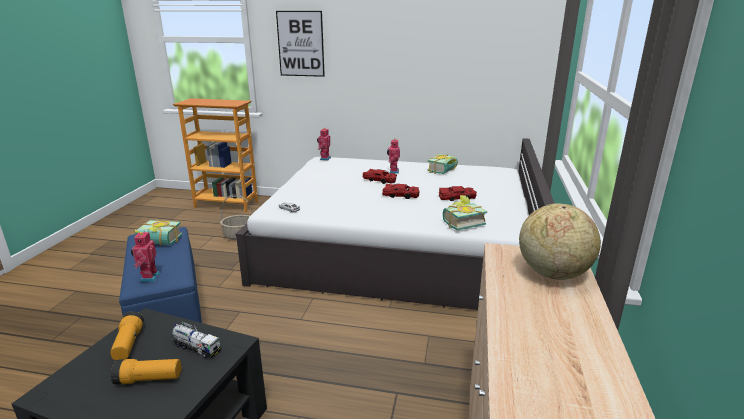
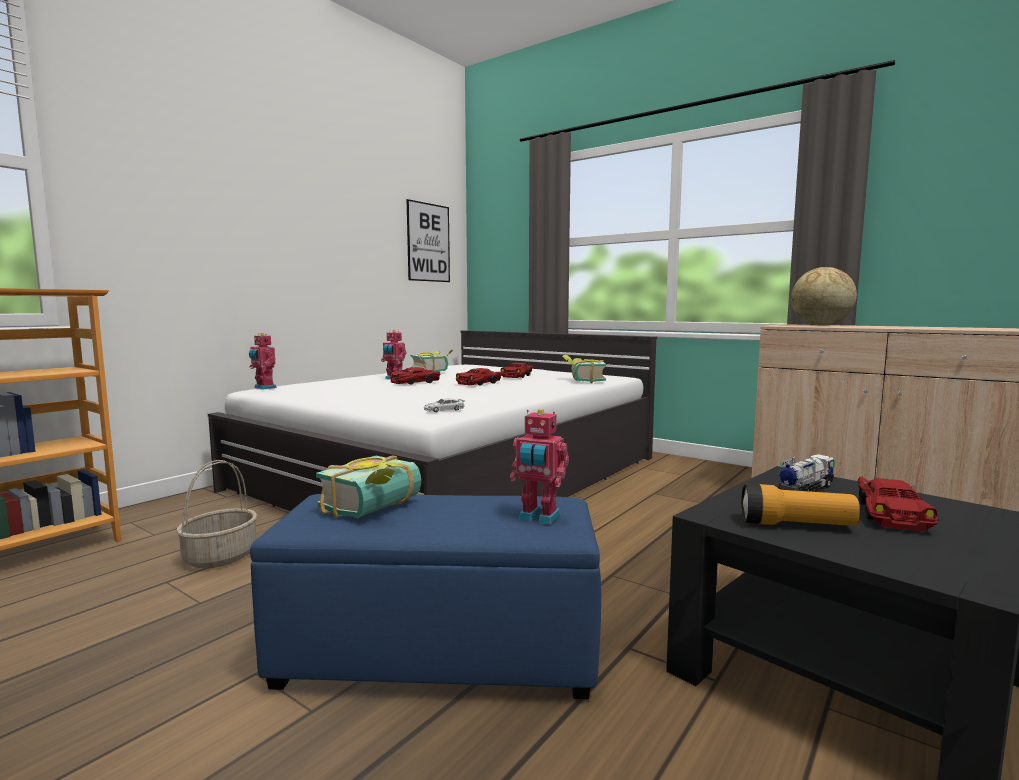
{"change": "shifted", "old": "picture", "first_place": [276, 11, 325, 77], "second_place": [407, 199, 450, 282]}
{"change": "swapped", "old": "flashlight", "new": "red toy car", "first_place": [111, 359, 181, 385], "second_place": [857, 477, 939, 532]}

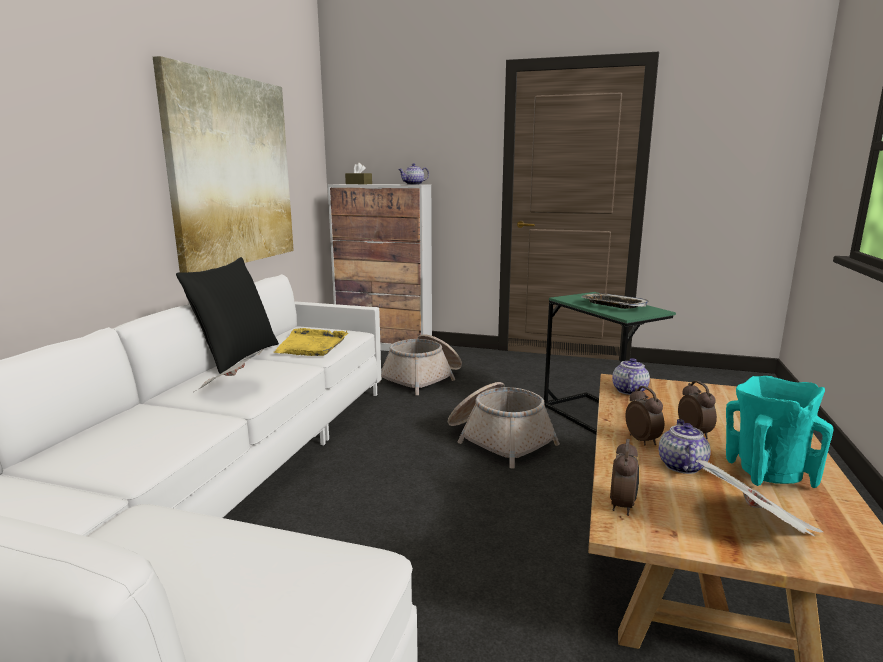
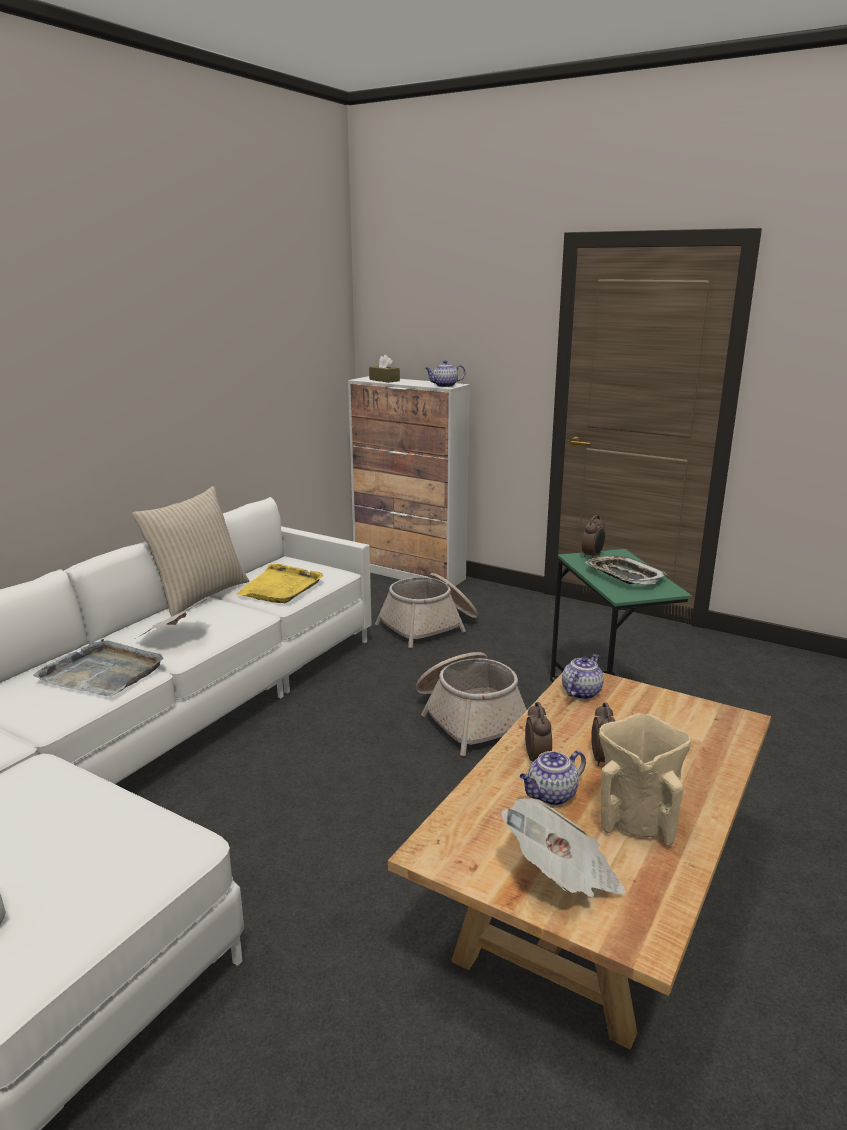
{"change": "new", "new": "grey tray", "second_place": [33, 639, 163, 696]}
{"change": "repainted", "old": "black pillow", "new": "beige pillow", "first_place": [176, 257, 279, 374], "second_place": [132, 486, 249, 617]}
{"change": "rotated", "old": "teapot", "first_place": [659, 419, 711, 474], "second_place": [520, 750, 586, 806], "degrees": -150}
{"change": "shifted", "old": "alarm clock", "first_place": [610, 439, 639, 516], "second_place": [582, 515, 605, 559]}
{"change": "repainted", "old": "turquoise vase", "new": "beige vase", "first_place": [726, 376, 834, 488], "second_place": [599, 713, 691, 846]}
{"change": "gone", "old": "picture", "first_place": [153, 56, 294, 273]}

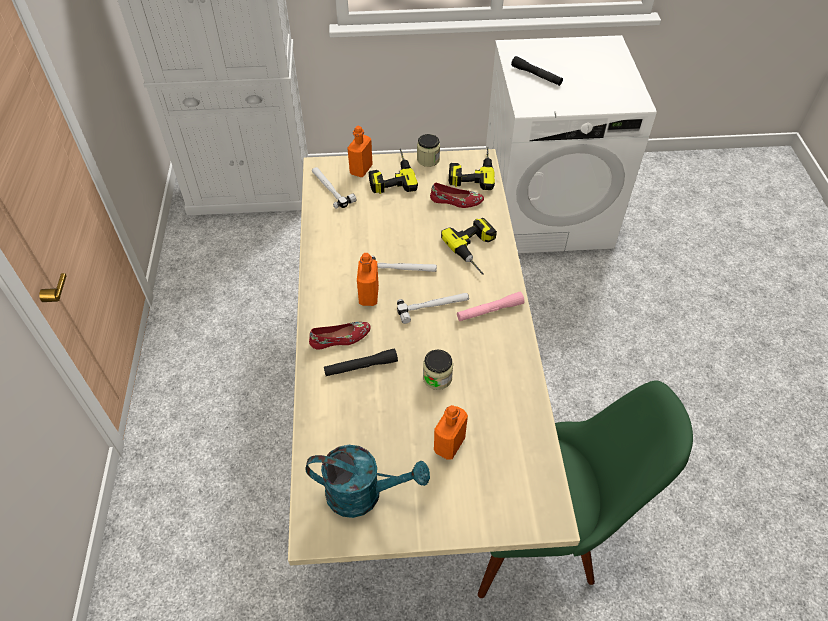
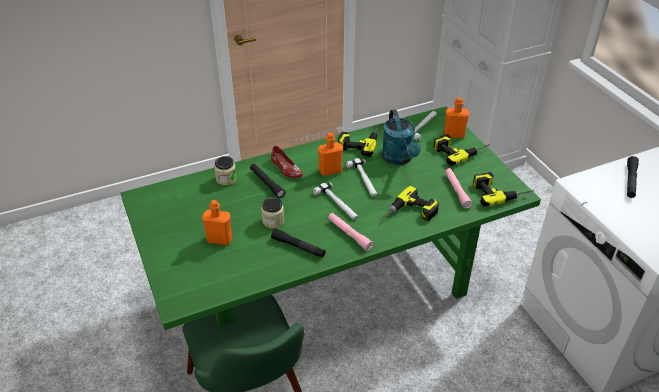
{"change": "repainted", "old": "beige dining table", "new": "green dining table", "first_place": [288, 149, 580, 566], "second_place": [120, 106, 541, 330]}
{"change": "shifted", "old": "jar", "first_place": [417, 134, 440, 167], "second_place": [214, 156, 237, 185]}
{"change": "new", "new": "black flashlight", "second_place": [271, 228, 326, 258]}
{"change": "new", "new": "power drill", "second_place": [337, 125, 379, 157]}
{"change": "shifted", "old": "turquoise watering can", "first_place": [305, 445, 430, 518], "second_place": [382, 109, 421, 165]}
{"change": "swapped", "old": "red shoe", "new": "pink flashlight", "first_place": [430, 183, 484, 208], "second_place": [445, 168, 472, 209]}

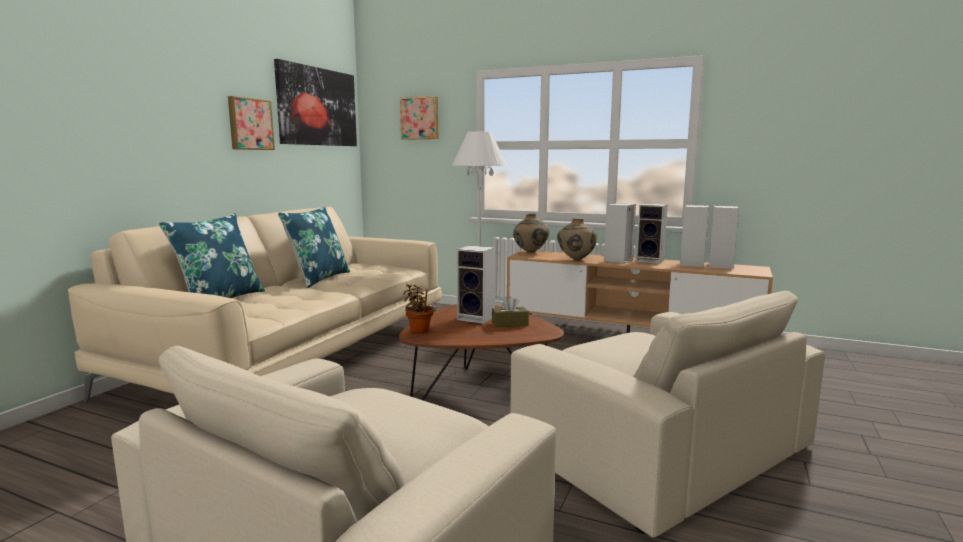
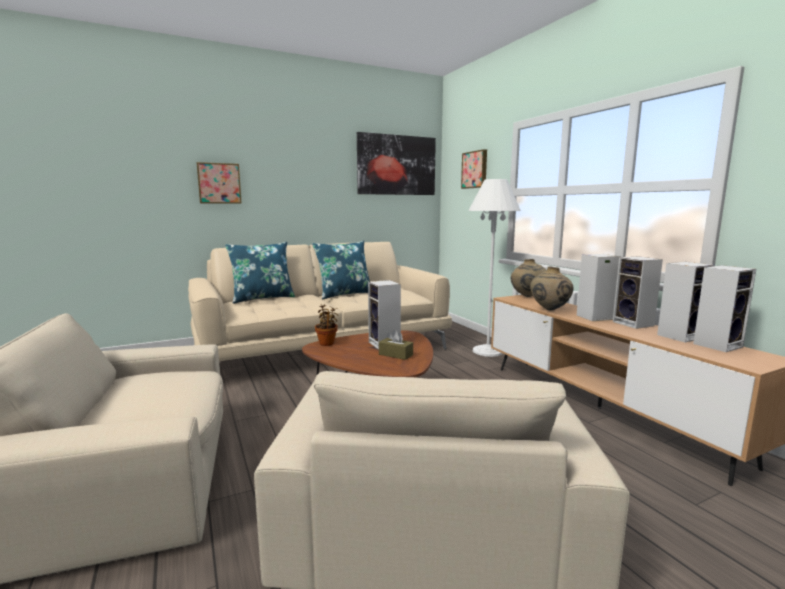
{"change": "shifted", "old": "picture", "first_place": [228, 96, 275, 150], "second_place": [197, 162, 242, 204]}

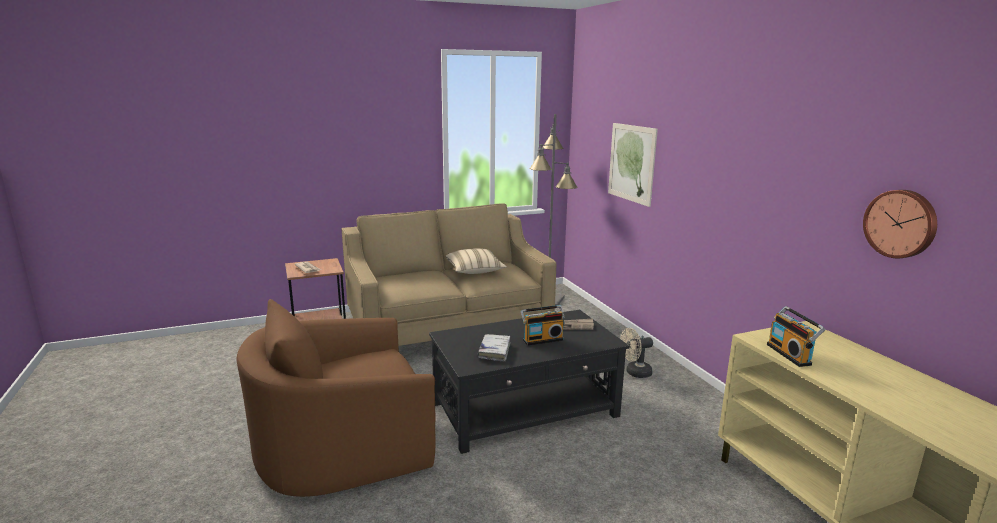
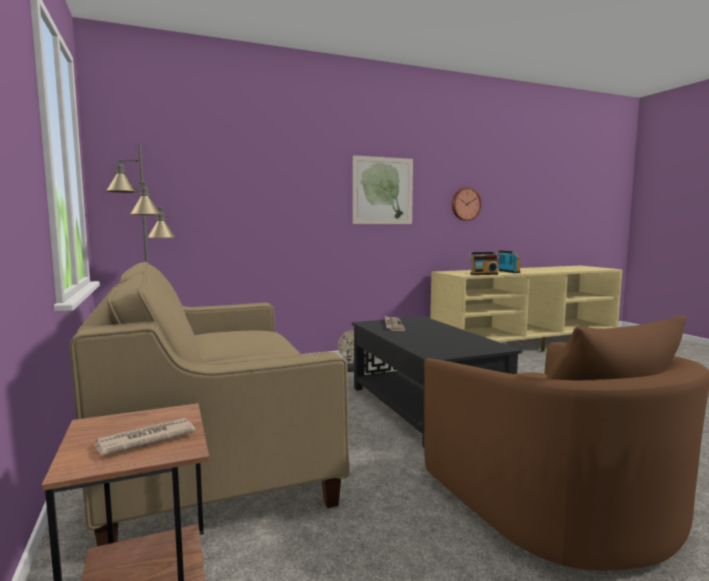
{"change": "shifted", "old": "picture", "first_place": [608, 123, 658, 207], "second_place": [353, 155, 413, 224]}
{"change": "shifted", "old": "radio", "first_place": [521, 305, 565, 346], "second_place": [497, 250, 521, 273]}
{"change": "gone", "old": "beige pillow", "first_place": [445, 248, 507, 274]}
{"change": "gone", "old": "white book", "first_place": [478, 334, 510, 362]}

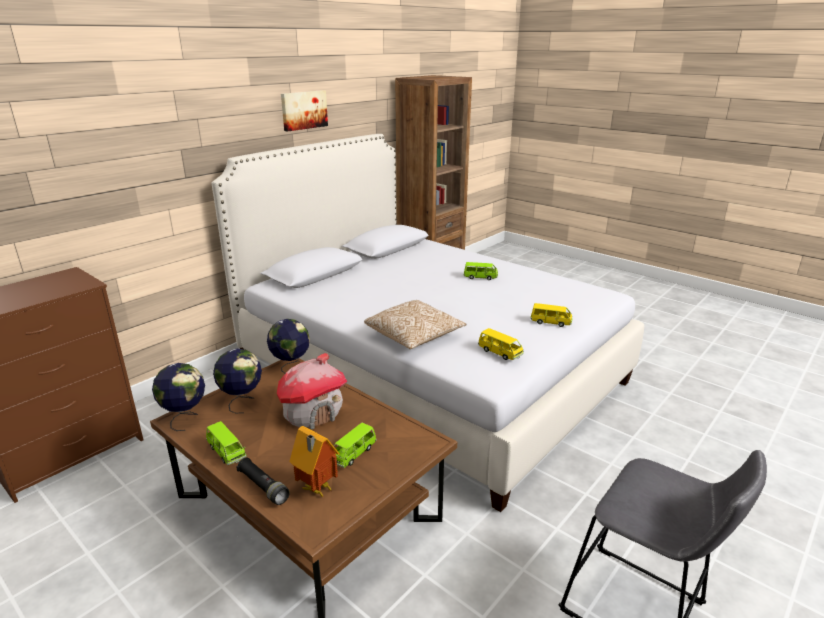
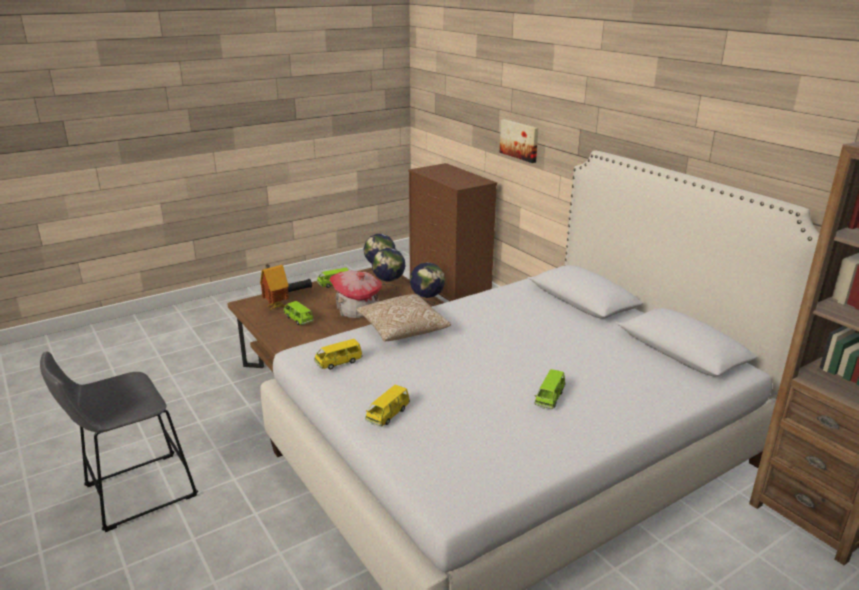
{"change": "shifted", "old": "picture", "first_place": [281, 90, 328, 132], "second_place": [500, 119, 539, 163]}

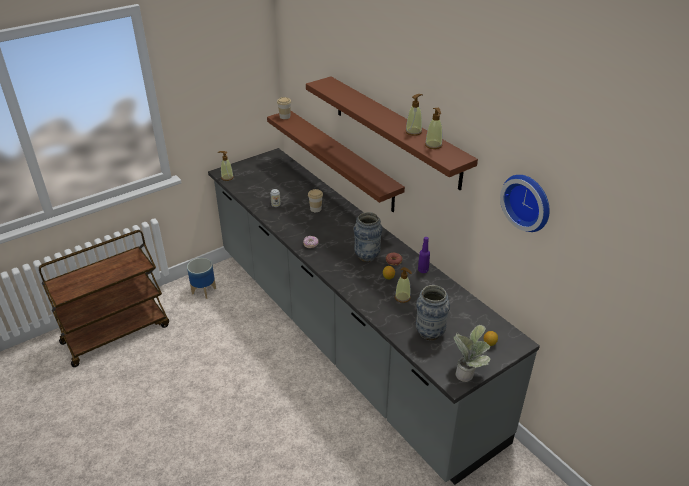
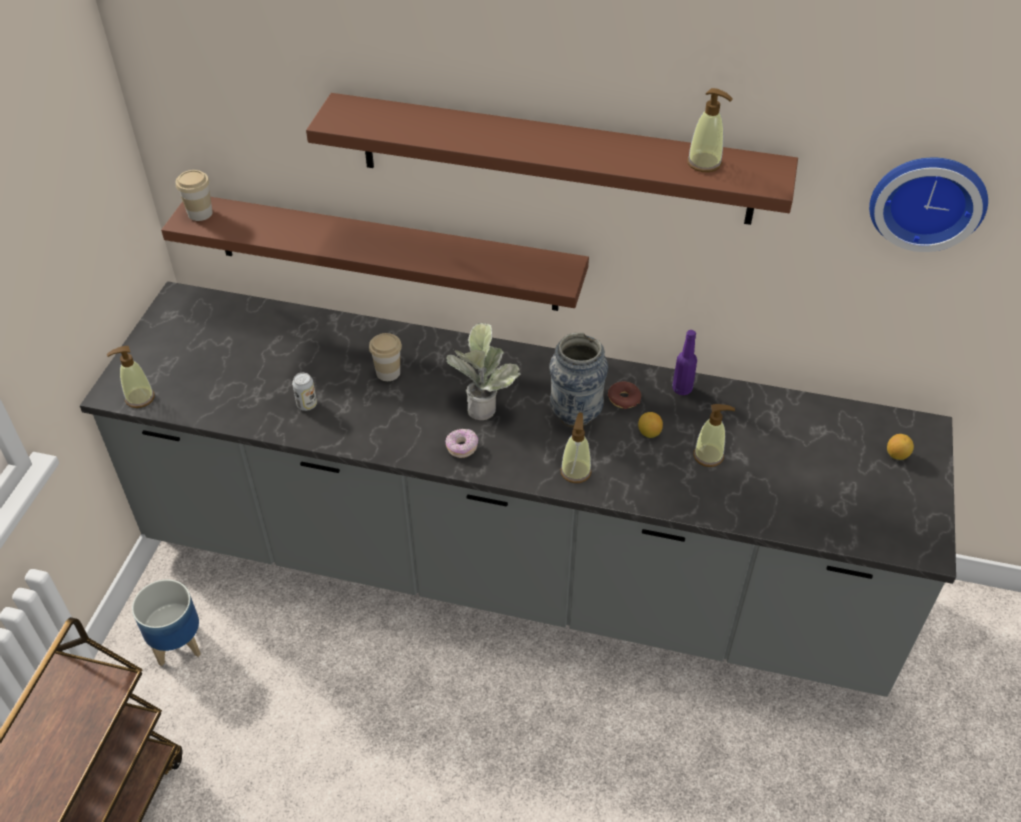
{"change": "shifted", "old": "potted plant", "first_place": [454, 325, 490, 382], "second_place": [446, 323, 521, 420]}
{"change": "shifted", "old": "soap dispenser", "first_place": [405, 94, 423, 136], "second_place": [560, 413, 592, 483]}
{"change": "gone", "old": "vase", "first_place": [415, 285, 450, 340]}

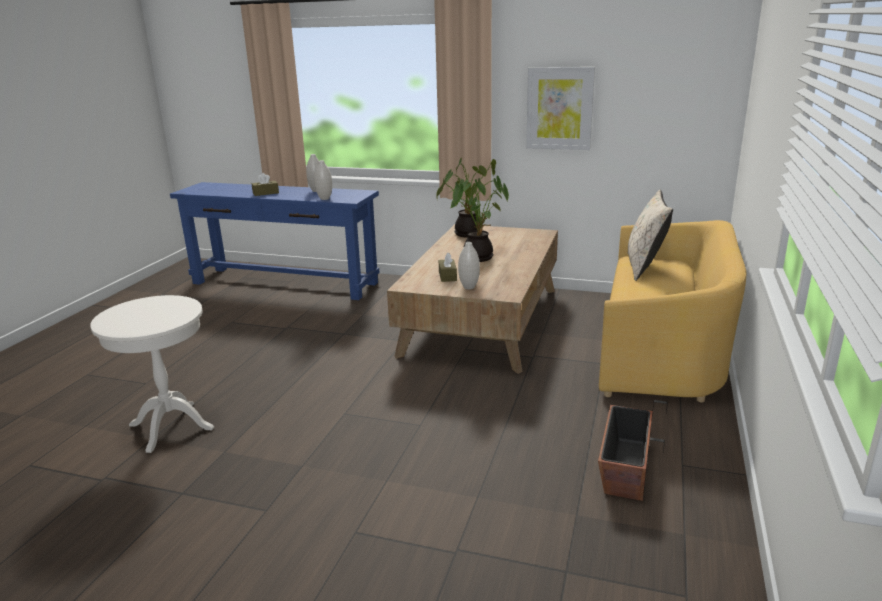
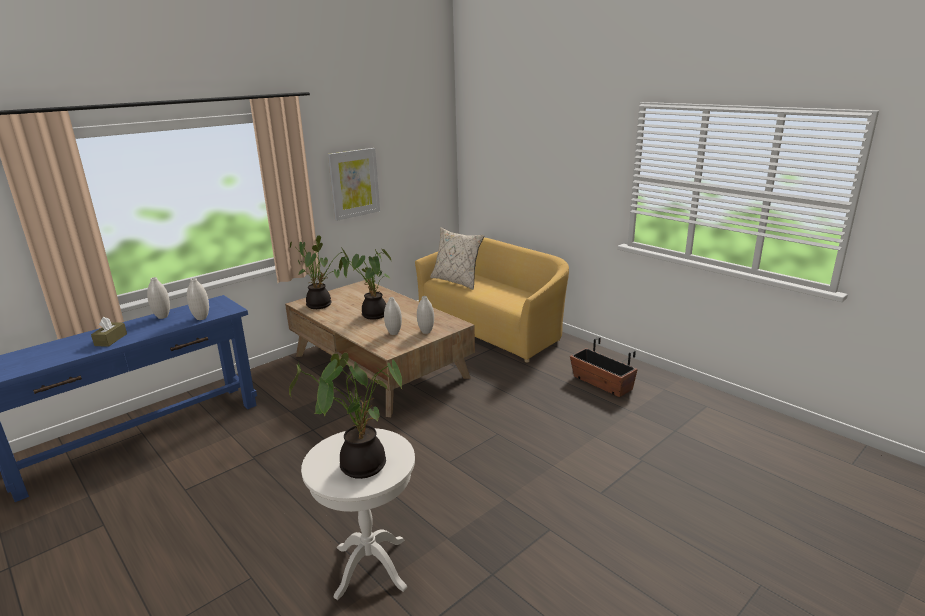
{"change": "new", "new": "potted plant", "second_place": [289, 353, 402, 479]}
{"change": "swapped", "old": "brown tissue box", "new": "white vase", "first_place": [439, 252, 457, 282], "second_place": [384, 297, 402, 335]}

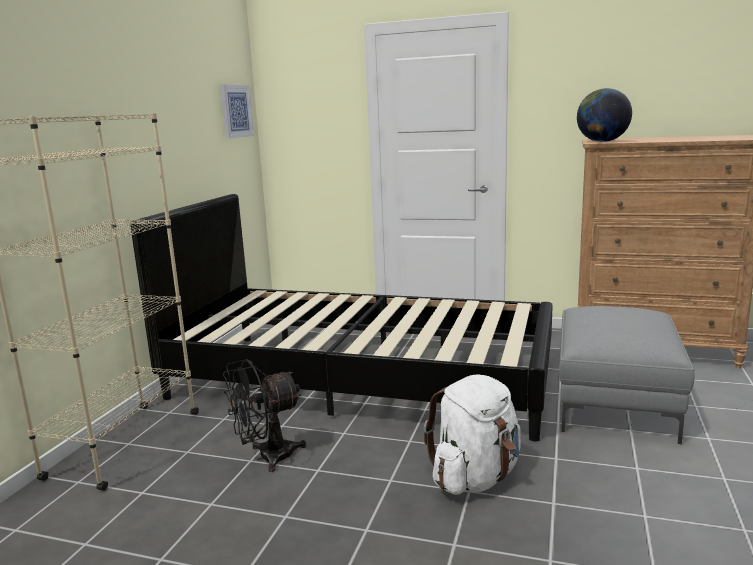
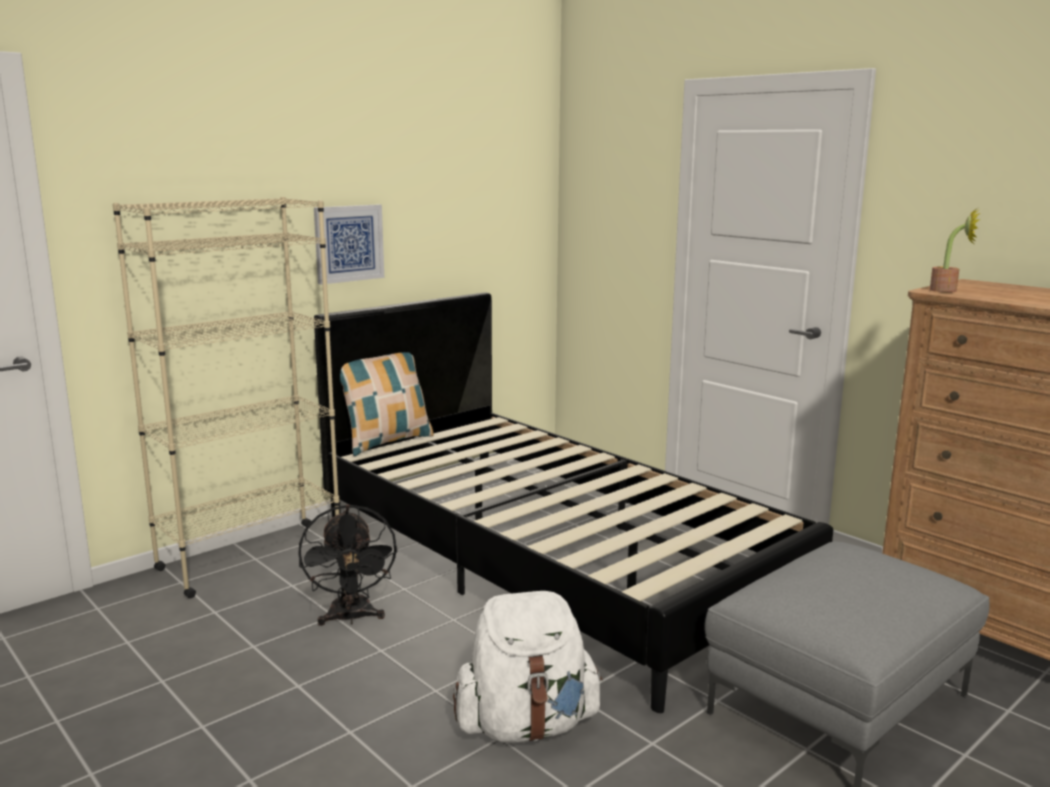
{"change": "rotated", "old": "black fan", "first_place": [223, 359, 306, 472], "second_place": [298, 504, 398, 626], "degrees": -105}
{"change": "shifted", "old": "picture", "first_place": [220, 84, 254, 139], "second_place": [314, 204, 384, 285]}
{"change": "new", "new": "pillow", "second_place": [340, 352, 434, 456]}
{"change": "swapped", "old": "globe", "new": "potted plant", "first_place": [577, 88, 632, 142], "second_place": [930, 208, 980, 292]}

